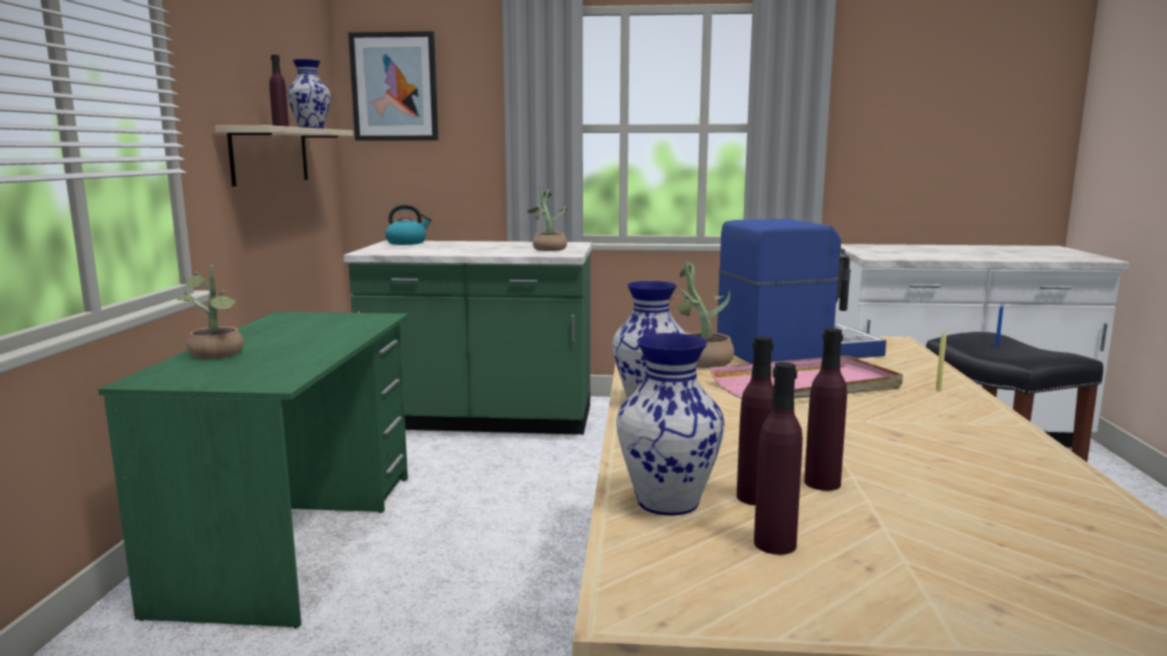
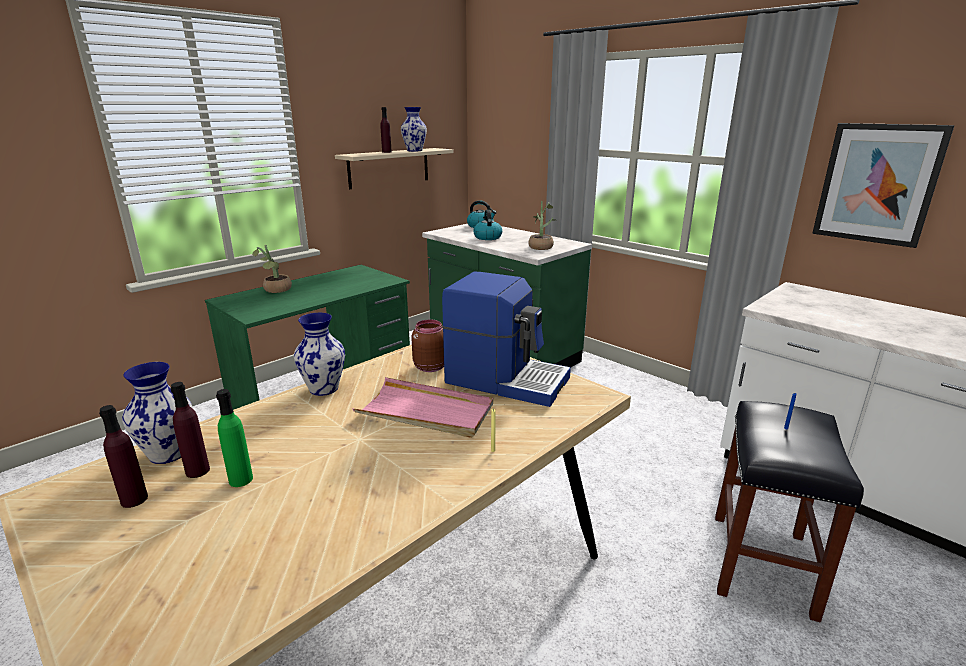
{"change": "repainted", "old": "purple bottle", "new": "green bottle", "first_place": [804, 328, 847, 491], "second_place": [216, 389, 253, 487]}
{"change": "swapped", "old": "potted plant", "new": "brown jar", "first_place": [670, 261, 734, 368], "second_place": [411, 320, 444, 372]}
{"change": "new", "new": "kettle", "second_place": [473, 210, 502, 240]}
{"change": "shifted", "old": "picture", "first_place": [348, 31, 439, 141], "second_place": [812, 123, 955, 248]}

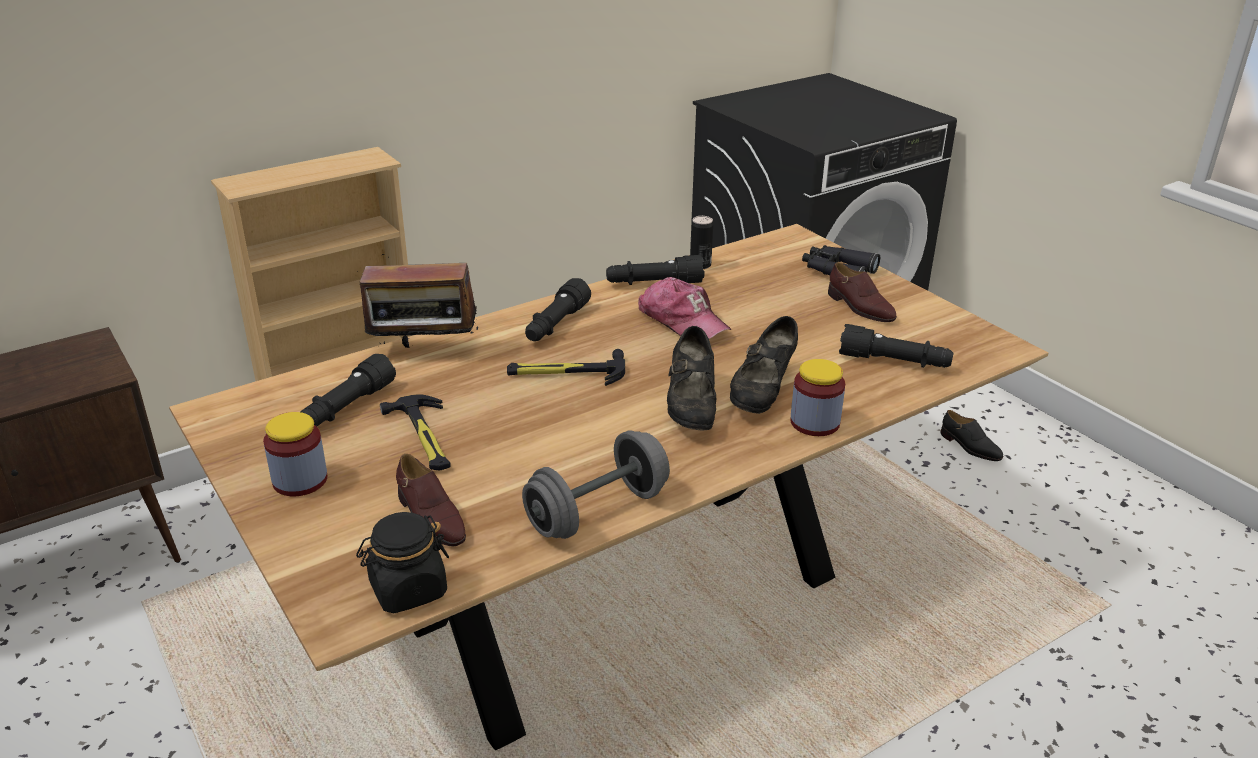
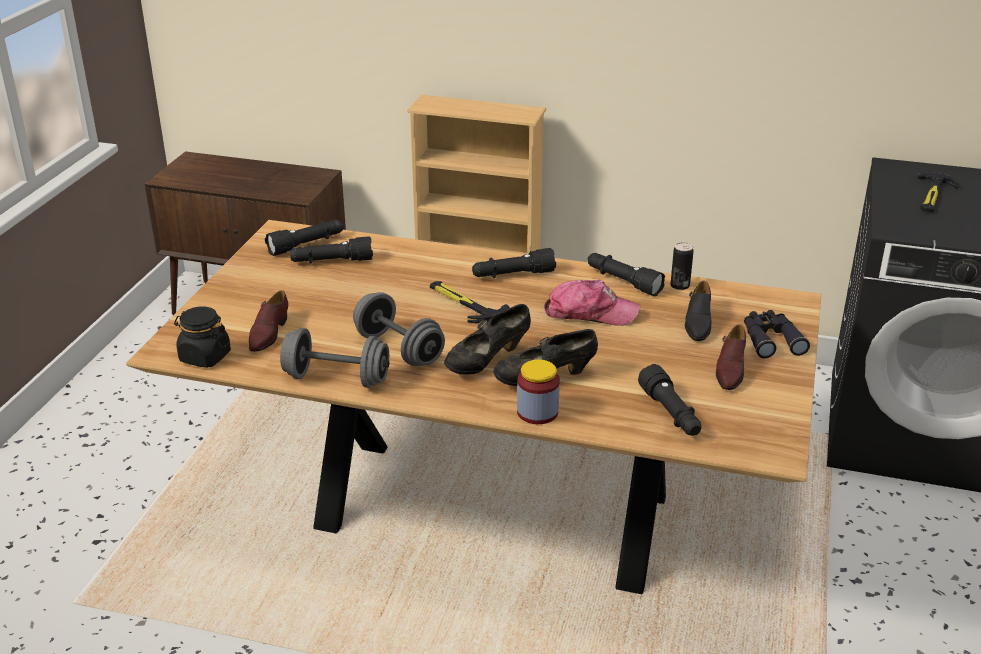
{"change": "new", "new": "black flashlight", "second_place": [265, 220, 343, 256]}
{"change": "new", "new": "grey dumbbell", "second_place": [353, 292, 445, 366]}
{"change": "rotated", "old": "cap", "first_place": [638, 277, 731, 339], "second_place": [544, 280, 640, 326], "degrees": -90}
{"change": "shifted", "old": "black shoe", "first_place": [941, 410, 1003, 461], "second_place": [685, 281, 711, 341]}
{"change": "shifted", "old": "hammer", "first_place": [380, 394, 451, 470], "second_place": [918, 171, 959, 212]}
{"change": "gone", "old": "jar", "first_place": [263, 412, 327, 496]}
{"change": "gone", "old": "radio", "first_place": [360, 244, 479, 348]}

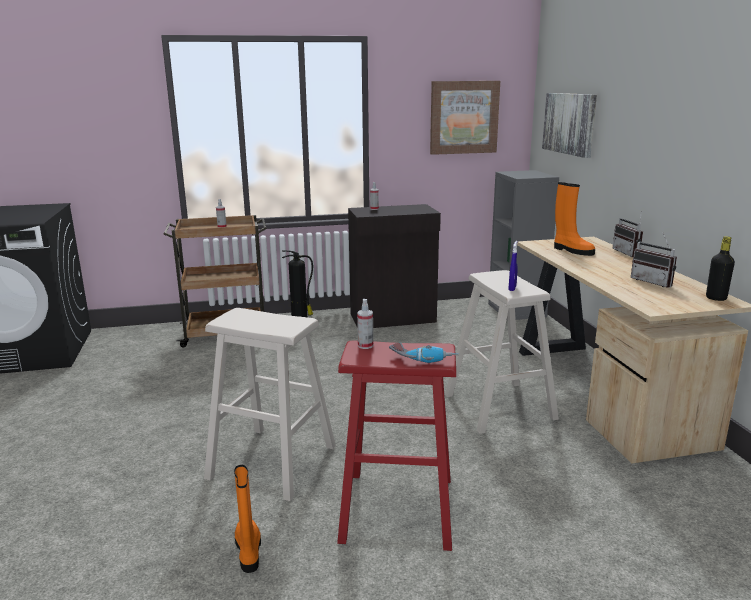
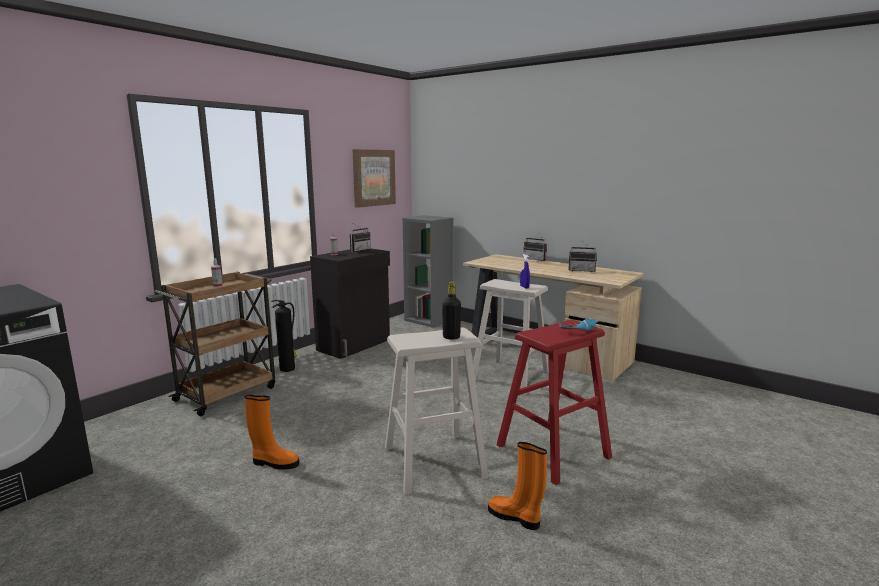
{"change": "shifted", "old": "orange boot", "first_place": [554, 182, 595, 256], "second_place": [245, 395, 299, 469]}
{"change": "new", "new": "radio", "second_place": [350, 224, 371, 252]}
{"change": "shifted", "old": "black bottle", "first_place": [706, 236, 735, 301], "second_place": [442, 282, 461, 339]}
{"change": "gone", "old": "spray bottle", "first_place": [357, 299, 373, 349]}
{"change": "gone", "old": "picture", "first_place": [542, 93, 597, 158]}

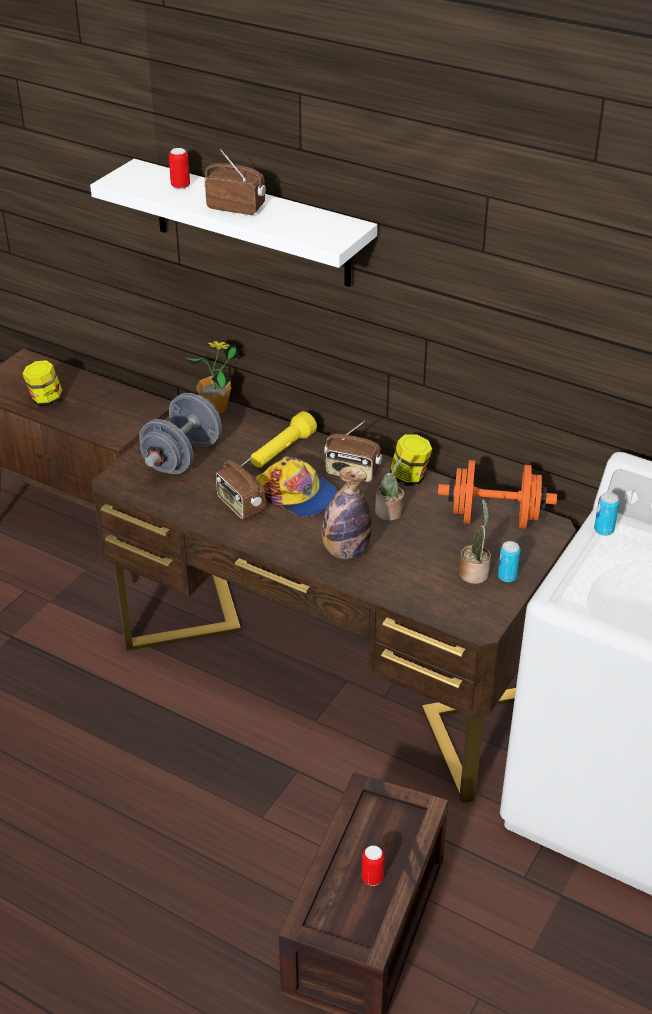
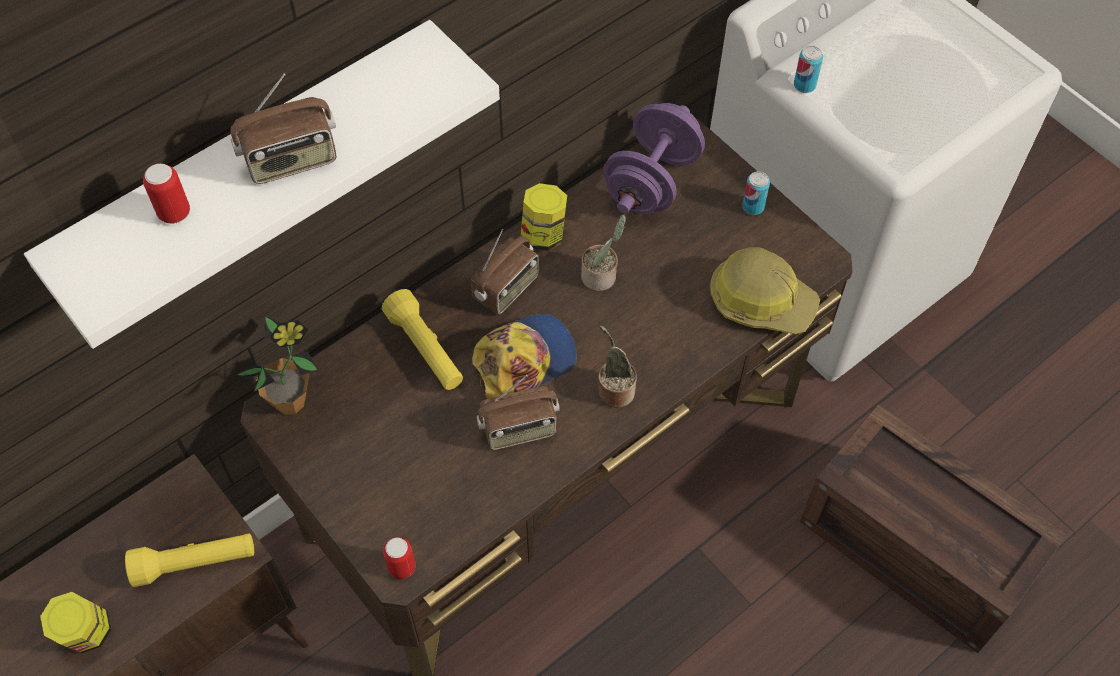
{"change": "new", "new": "yellow flashlight", "second_place": [125, 534, 254, 587]}
{"change": "rotated", "old": "radio", "first_place": [204, 149, 266, 215], "second_place": [231, 74, 336, 184], "degrees": -150}
{"change": "shifted", "old": "can", "first_place": [362, 845, 385, 886], "second_place": [383, 537, 415, 579]}
{"change": "shifted", "old": "potted plant", "first_place": [459, 499, 491, 584], "second_place": [598, 326, 637, 408]}
{"change": "repainted", "old": "orange dumbbell", "new": "purple dumbbell", "first_place": [438, 460, 557, 529], "second_place": [603, 103, 705, 214]}
{"change": "new", "new": "hard hat", "second_place": [710, 247, 820, 334]}
{"change": "gone", "old": "grey dumbbell", "first_place": [139, 393, 222, 474]}
{"change": "gone", "old": "bottle", "first_place": [321, 466, 372, 559]}

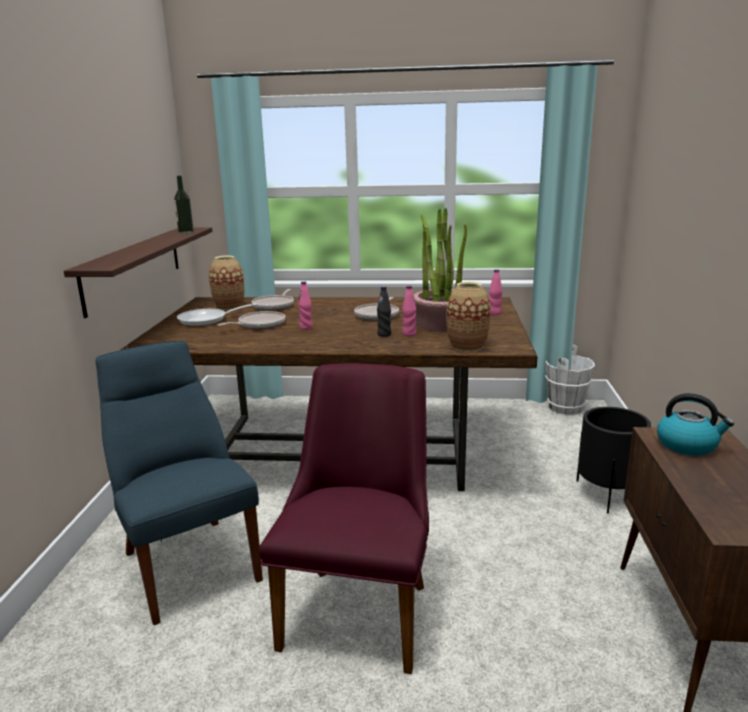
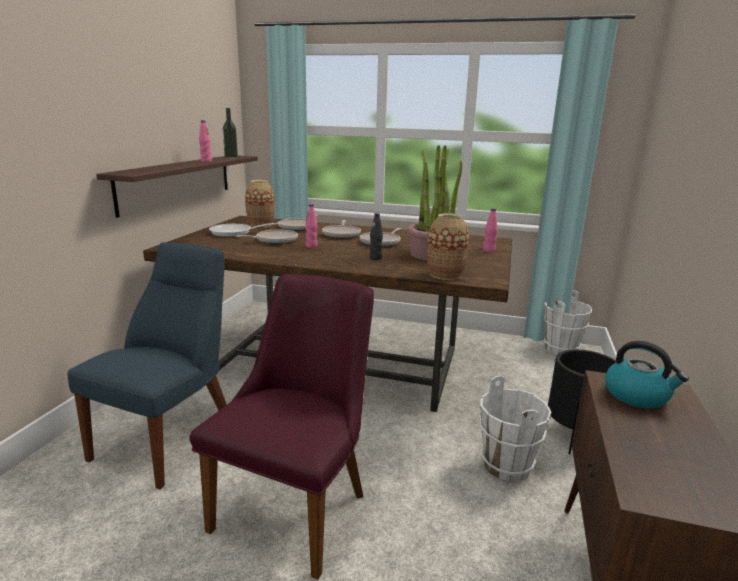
{"change": "rotated", "old": "blue chair", "first_place": [95, 341, 263, 625], "second_place": [67, 242, 227, 489], "degrees": 45}
{"change": "shifted", "old": "pink bottle", "first_place": [402, 286, 416, 336], "second_place": [199, 120, 212, 162]}
{"change": "new", "new": "frying pan", "second_place": [322, 220, 361, 238]}
{"change": "new", "new": "white bucket", "second_place": [479, 375, 551, 481]}

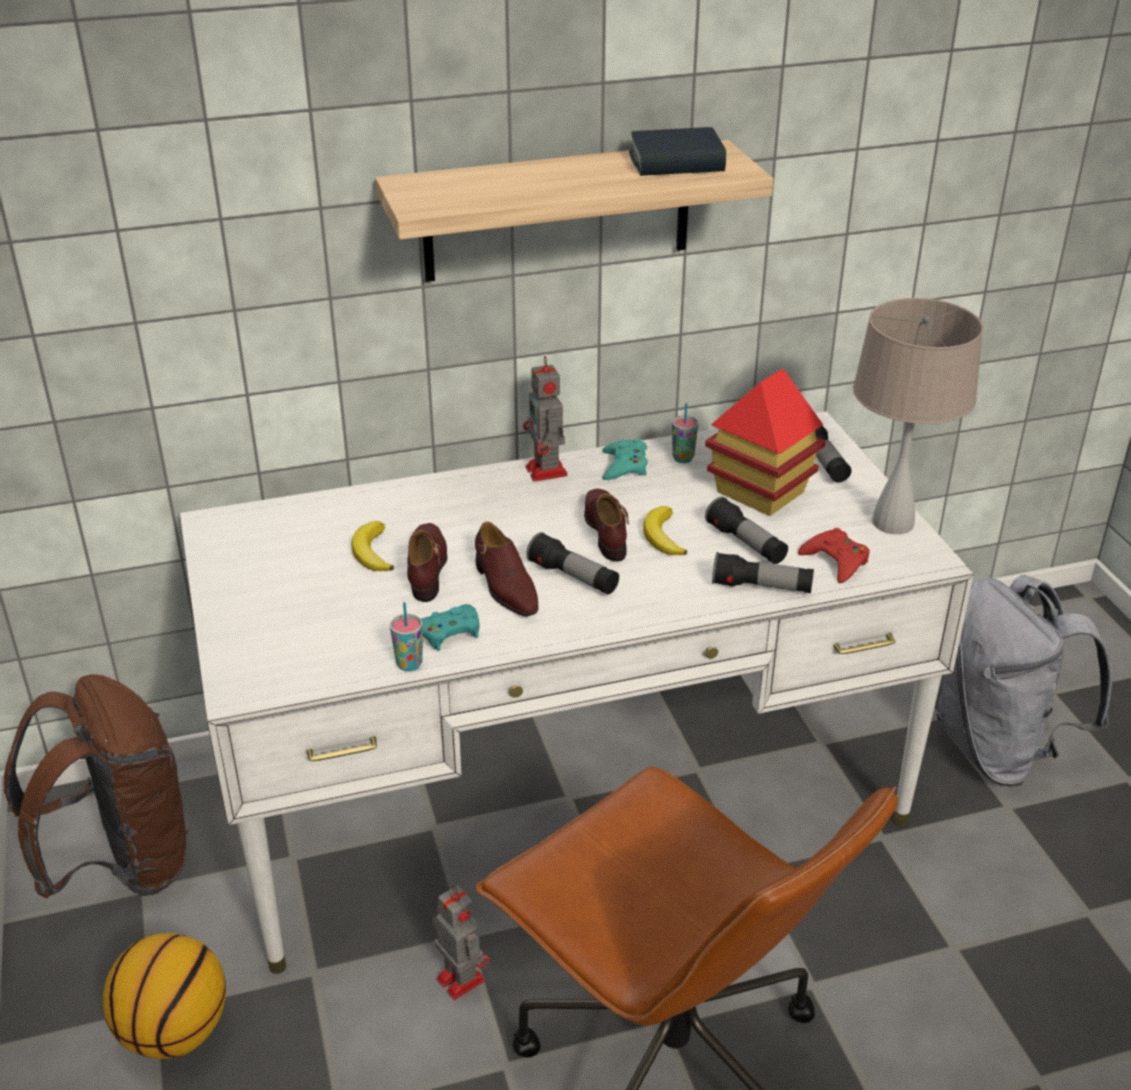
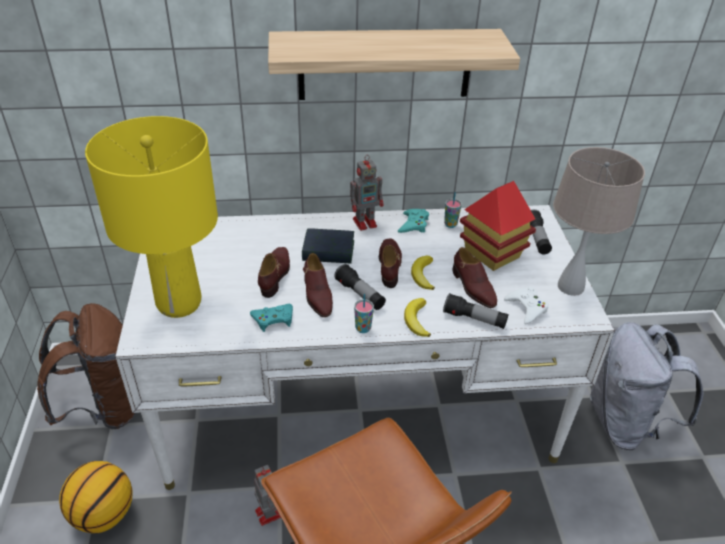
{"change": "new", "new": "yellow table lamp", "second_place": [85, 116, 218, 318]}
{"change": "shifted", "old": "book", "first_place": [629, 127, 726, 176], "second_place": [302, 229, 354, 264]}
{"change": "rotated", "old": "toy robot", "first_place": [523, 356, 568, 482], "second_place": [350, 155, 384, 231], "degrees": -105}
{"change": "shifted", "old": "cup", "first_place": [390, 602, 423, 672], "second_place": [354, 294, 374, 333]}
{"change": "shifted", "old": "banana", "first_place": [351, 521, 394, 571], "second_place": [404, 298, 431, 337]}
{"change": "swapped", "old": "flashlight", "new": "brown shoe", "first_place": [705, 497, 788, 564], "second_place": [452, 247, 497, 308]}
{"change": "repainted", "old": "red game controller", "new": "white game controller", "first_place": [798, 528, 870, 583], "second_place": [504, 287, 549, 324]}

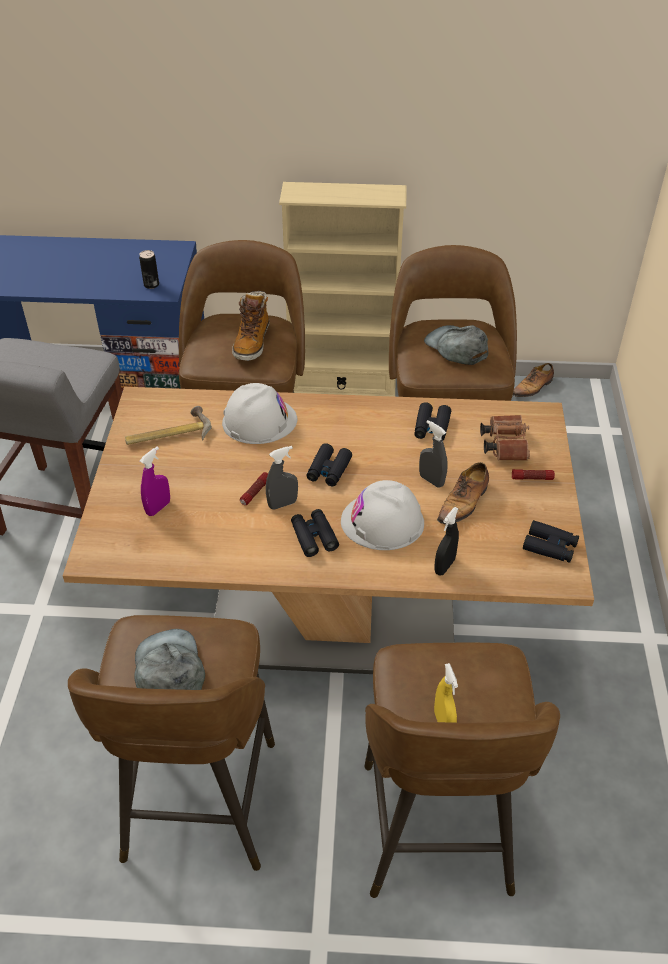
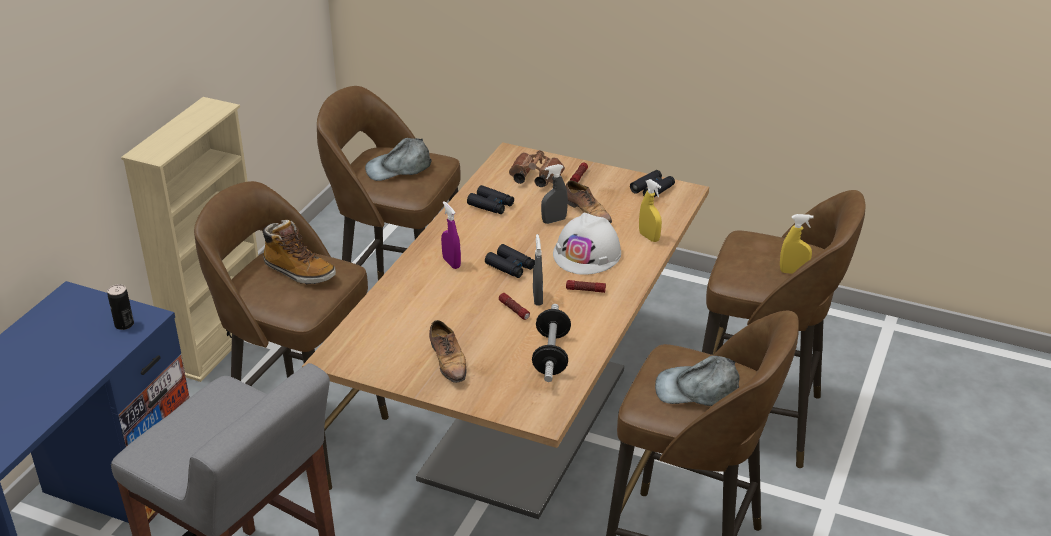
{"change": "shifted", "old": "shoe", "first_place": [513, 363, 554, 397], "second_place": [429, 320, 467, 383]}
{"change": "shifted", "old": "purple spray bottle", "first_place": [139, 446, 170, 516], "second_place": [441, 201, 461, 269]}
{"change": "new", "new": "dumbbell", "second_place": [532, 304, 571, 382]}
{"change": "swapped", "old": "black binoculars", "new": "flashlight", "first_place": [291, 509, 339, 557], "second_place": [566, 280, 606, 293]}
{"change": "repainted", "old": "black spray bottle", "new": "yellow spray bottle", "first_place": [434, 507, 459, 576], "second_place": [639, 179, 662, 242]}
{"change": "gone", "old": "hammer", "first_place": [125, 406, 212, 445]}
{"change": "gone", "old": "white hard hat", "first_place": [222, 383, 298, 444]}

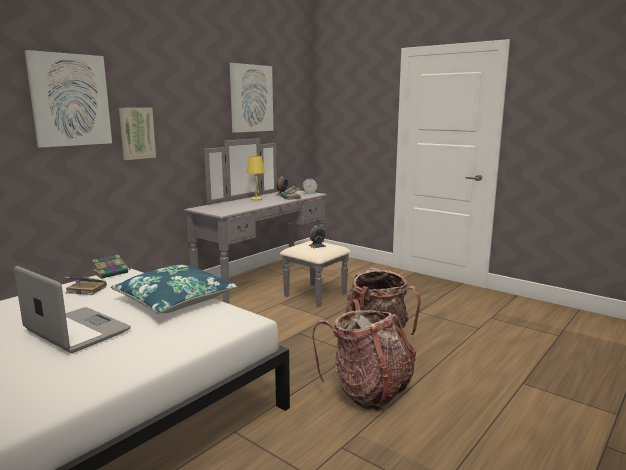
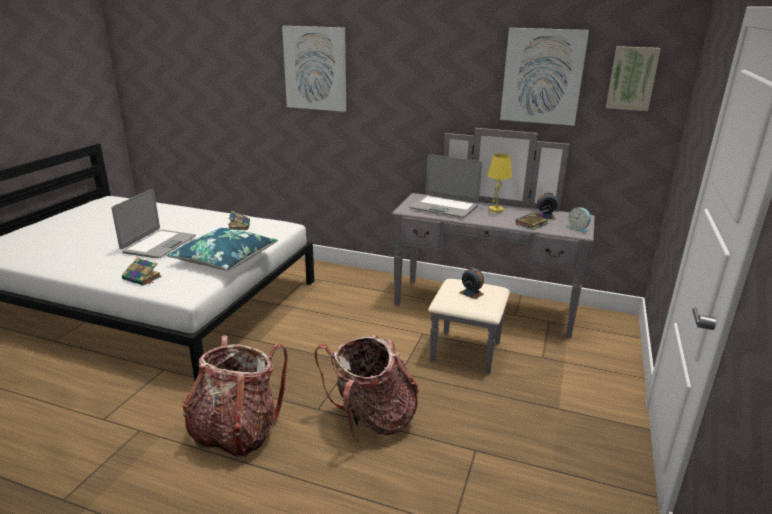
{"change": "shifted", "old": "book", "first_place": [92, 255, 132, 279], "second_place": [122, 258, 162, 286]}
{"change": "new", "new": "laptop", "second_place": [409, 154, 482, 218]}
{"change": "shifted", "old": "picture", "first_place": [119, 108, 156, 160], "second_place": [606, 46, 661, 111]}

